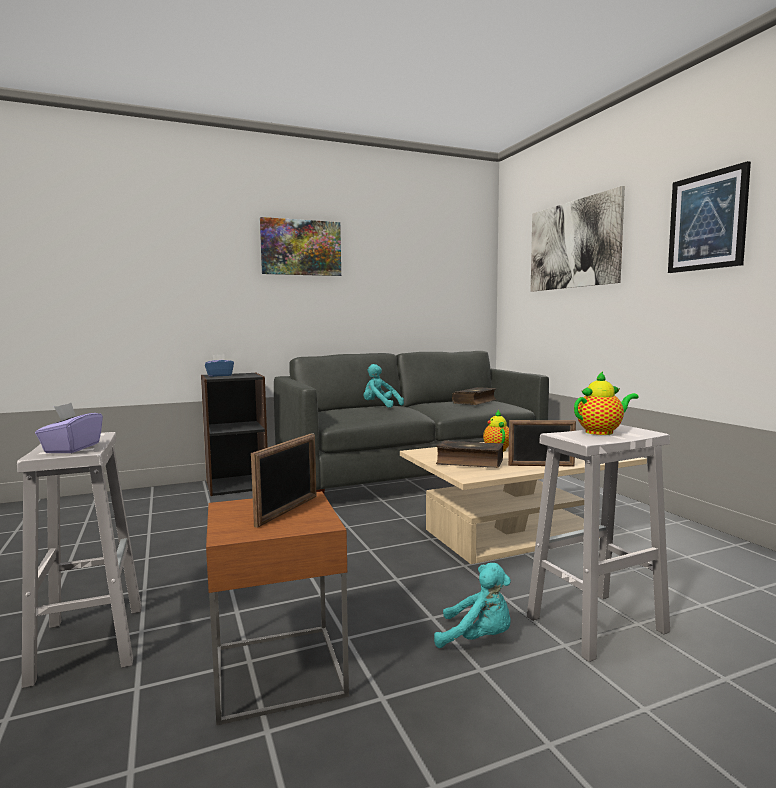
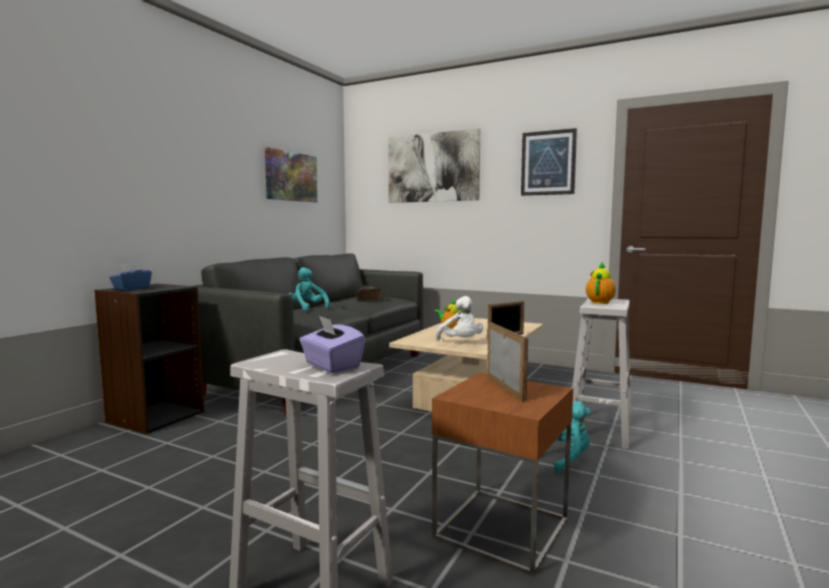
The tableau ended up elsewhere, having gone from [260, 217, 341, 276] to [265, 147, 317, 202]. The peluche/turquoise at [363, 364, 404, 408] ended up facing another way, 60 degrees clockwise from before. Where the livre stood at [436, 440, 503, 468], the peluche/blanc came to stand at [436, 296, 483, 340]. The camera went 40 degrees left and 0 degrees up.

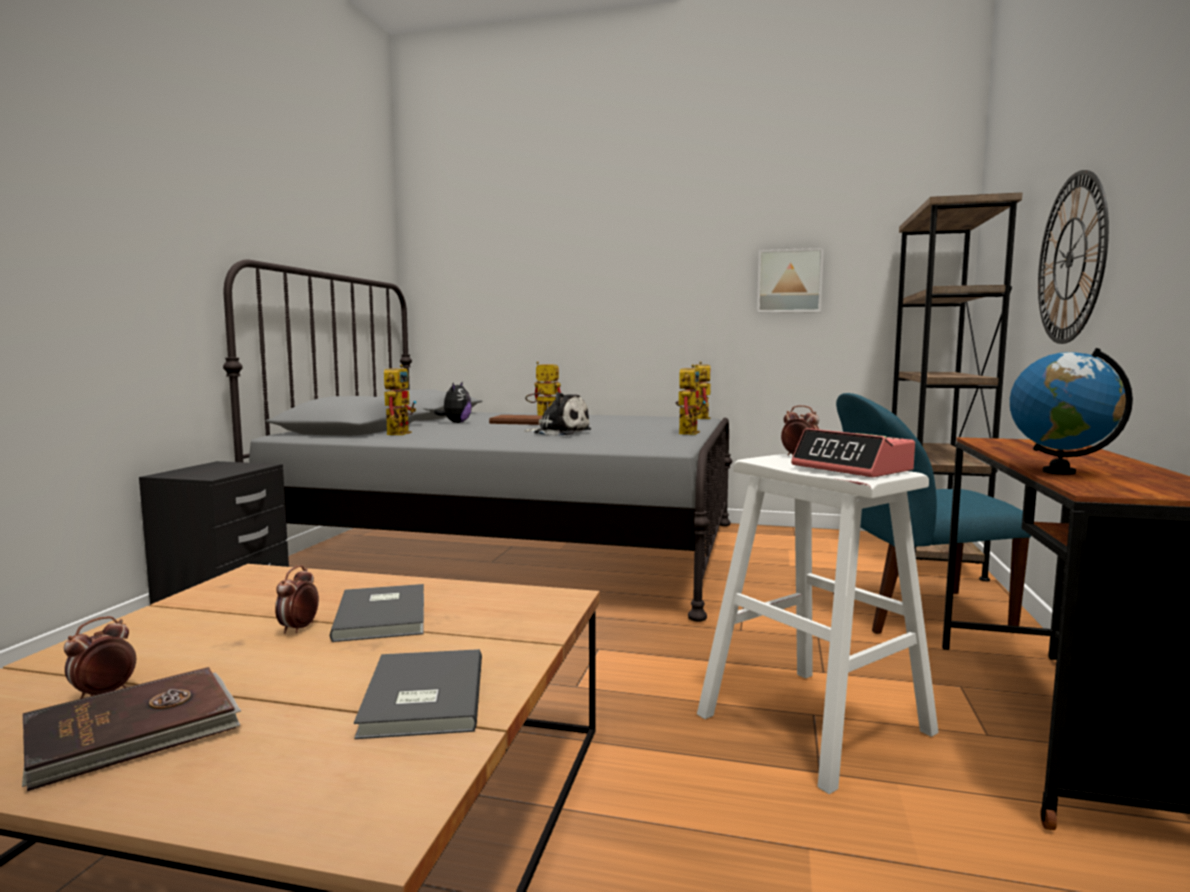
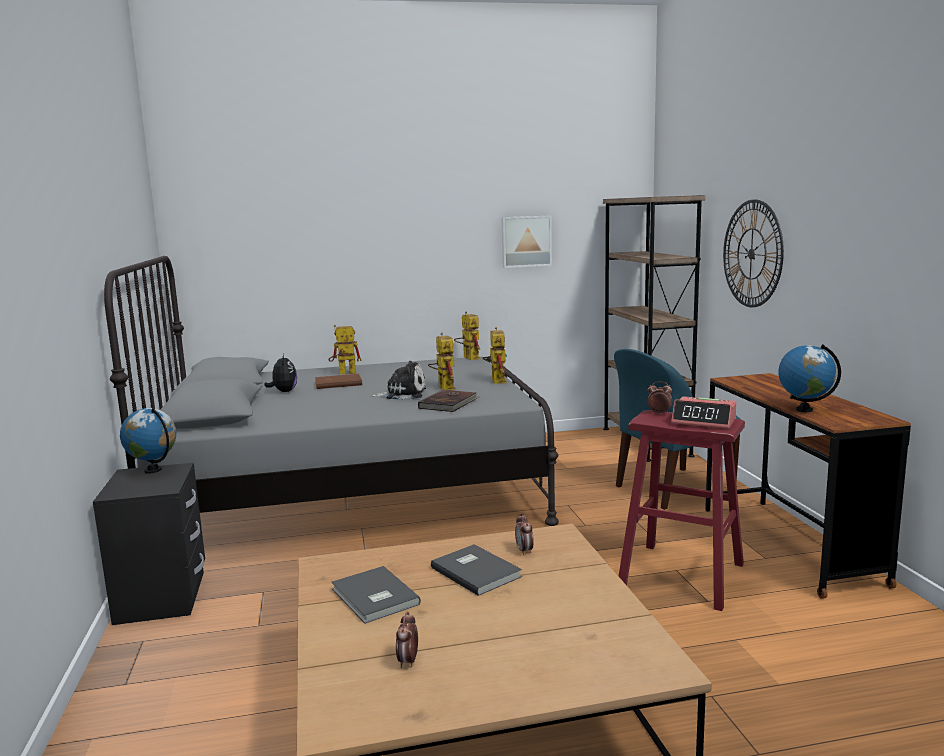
The second view gained the globe at [120, 408, 176, 474]. The livre/gris ended up elsewhere, having gone from [354, 649, 482, 739] to [332, 566, 421, 624]. The livre/marron ended up elsewhere, having gone from [22, 667, 241, 791] to [418, 390, 479, 412]. The robot jouet ended up elsewhere, having gone from [384, 364, 416, 435] to [428, 333, 456, 390]. The réveil ended up elsewhere, having gone from [275, 565, 319, 634] to [515, 513, 533, 555]. What was the tabouret/blanc at [697, 454, 939, 794] turned into the tabouret/rouge at [619, 410, 745, 611]. The camera went 25 degrees left and 5 degrees up.

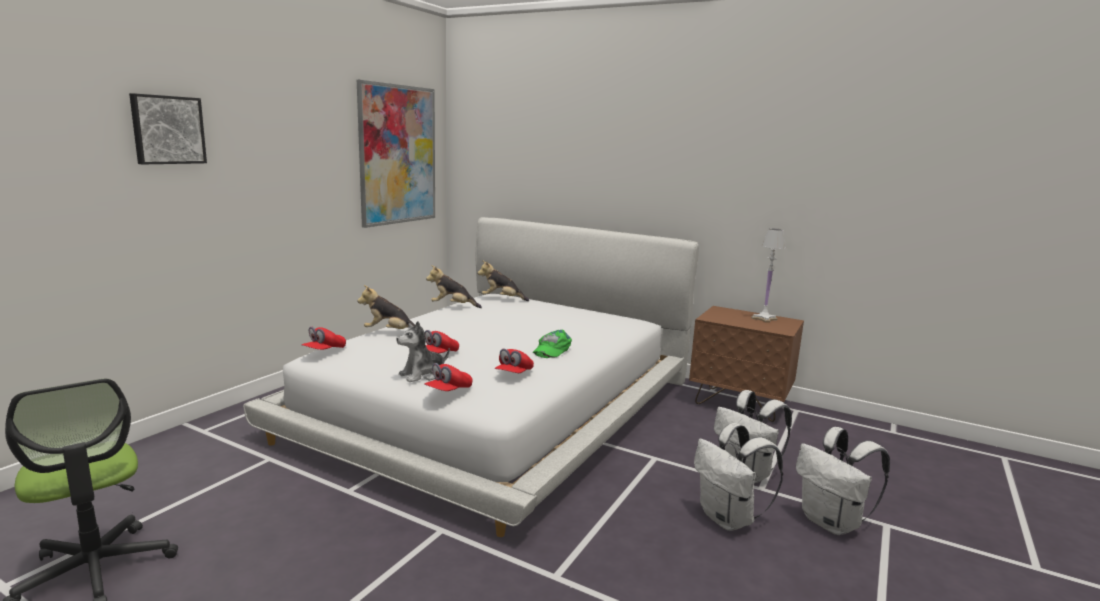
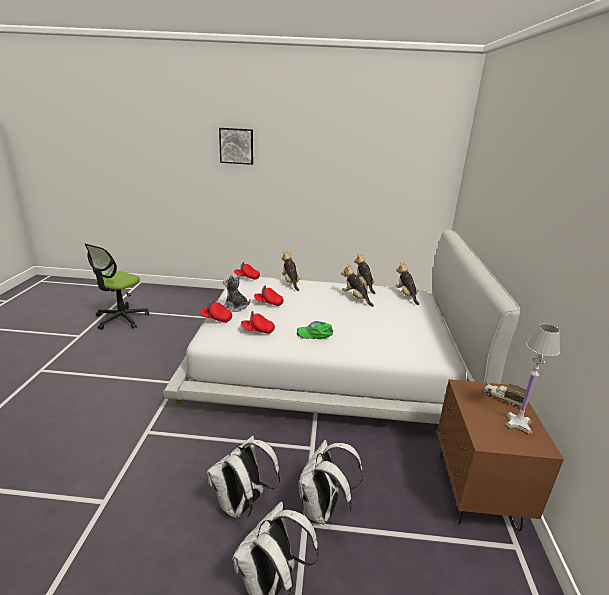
The second view gained the peluche at [341, 264, 374, 307]. The second view gained the camion jouet at [484, 383, 526, 407]. The second view lost the tableau at [357, 80, 435, 228]. The camera went 65 degrees right and 10 degrees up.

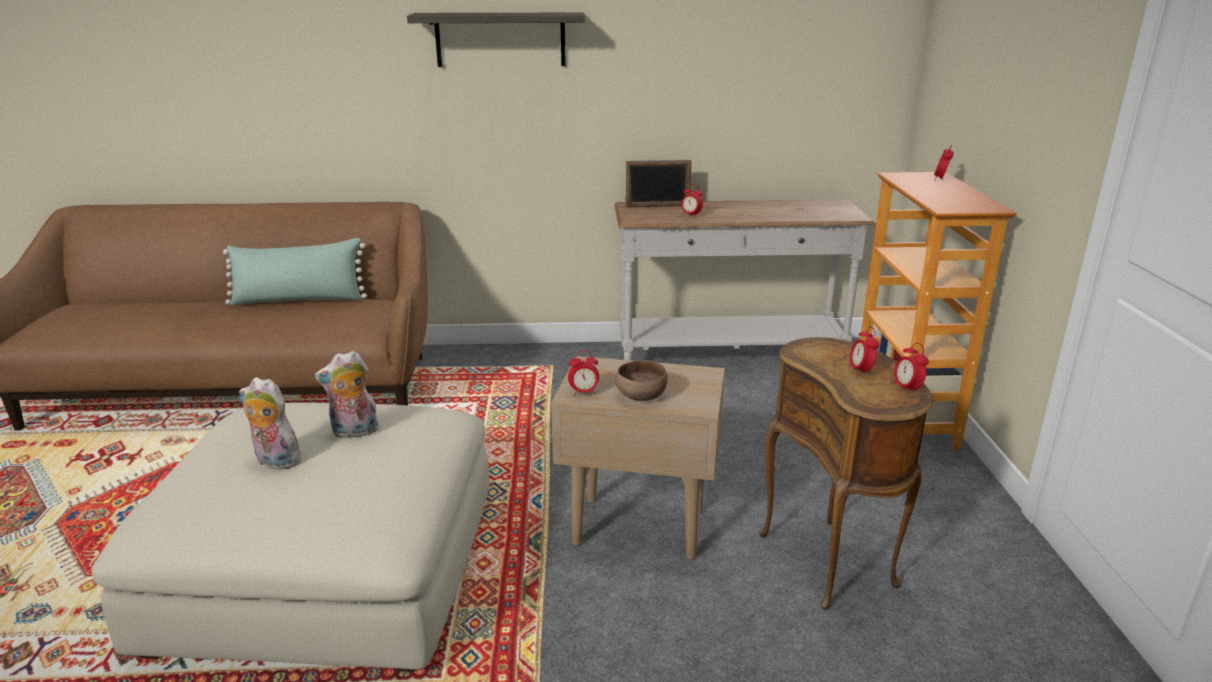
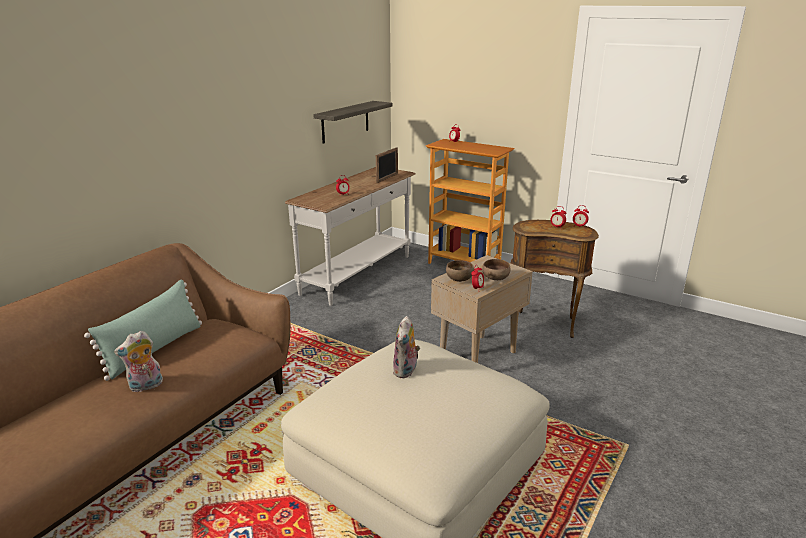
The peluche ended up elsewhere, having gone from [239, 377, 305, 470] to [114, 331, 163, 392]. The étagère ended up elsewhere, having gone from [407, 13, 585, 67] to [313, 101, 392, 144]. The cadre photo ended up elsewhere, having gone from [626, 160, 692, 207] to [376, 147, 398, 183]. The second view gained the bol/marron at [446, 260, 474, 282]. The camera went 55 degrees left and 0 degrees up.

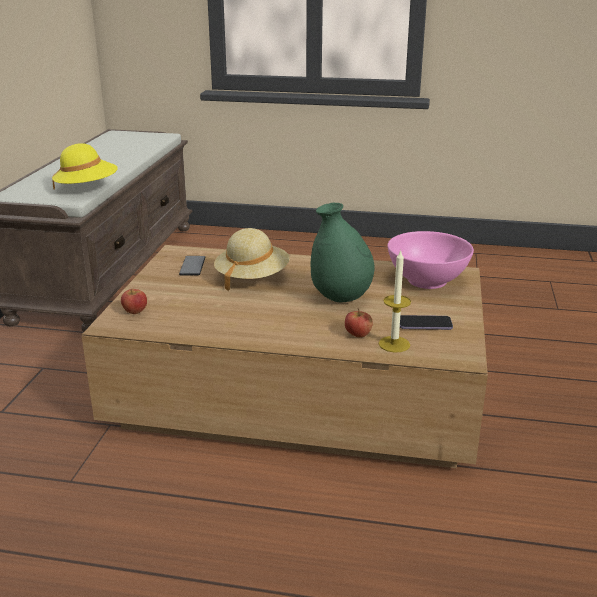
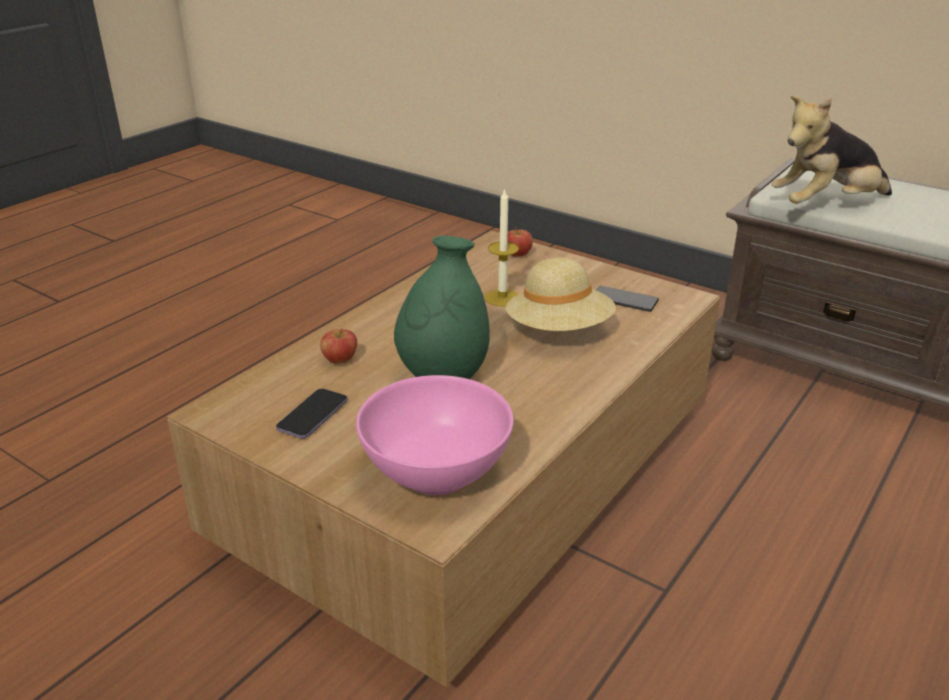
The bougie ended up elsewhere, having gone from [379, 250, 411, 353] to [485, 188, 519, 307]. Where the chapeau/jaune stood at [52, 143, 118, 189], the peluche came to stand at [771, 95, 892, 204]. The camera went 115 degrees right and 5 degrees up.

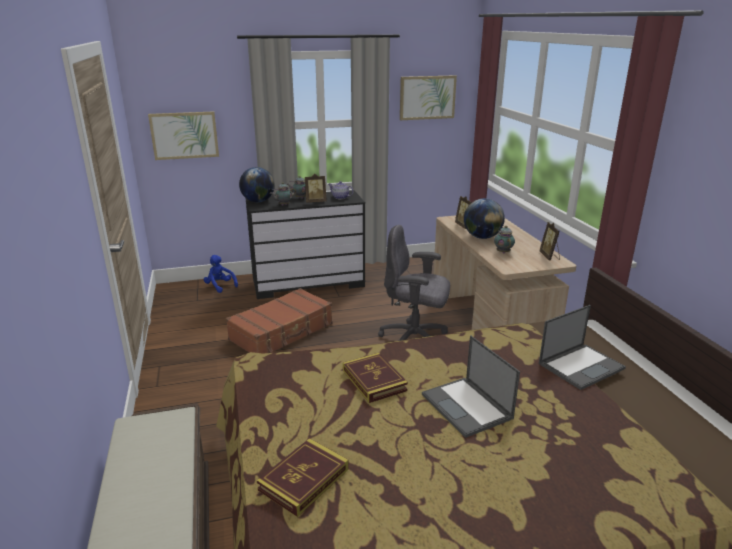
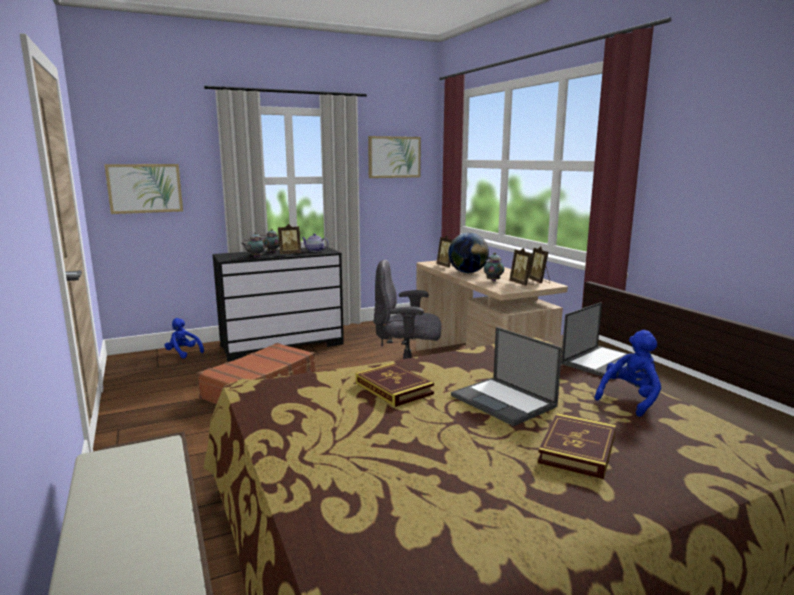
The second view gained the cadre photo at [510, 248, 534, 286]. The livre ended up elsewhere, having gone from [257, 438, 349, 517] to [538, 413, 616, 479]. The second view gained the peluche/bleu at [595, 330, 661, 417]. The second view lost the globe at [239, 167, 275, 202]. The camera went 10 degrees left and 10 degrees down.

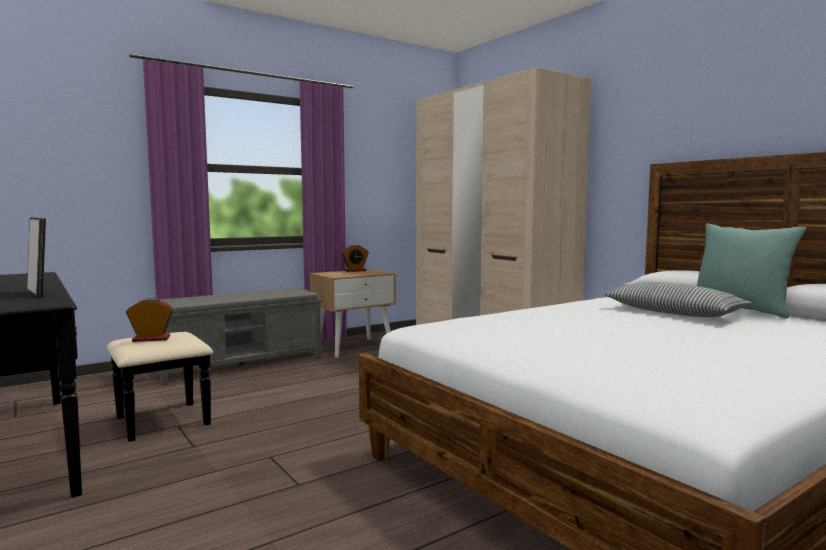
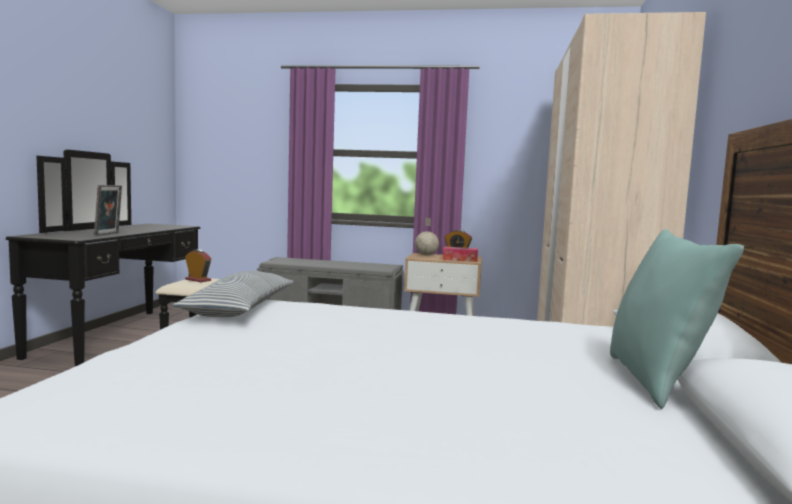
The coussin ended up elsewhere, having gone from [604, 282, 752, 317] to [172, 271, 294, 317]. The second view gained the globe at [415, 218, 439, 255]. The second view gained the boîte à mouchoirs at [443, 247, 478, 262]. The camera went 45 degrees right and 0 degrees up.

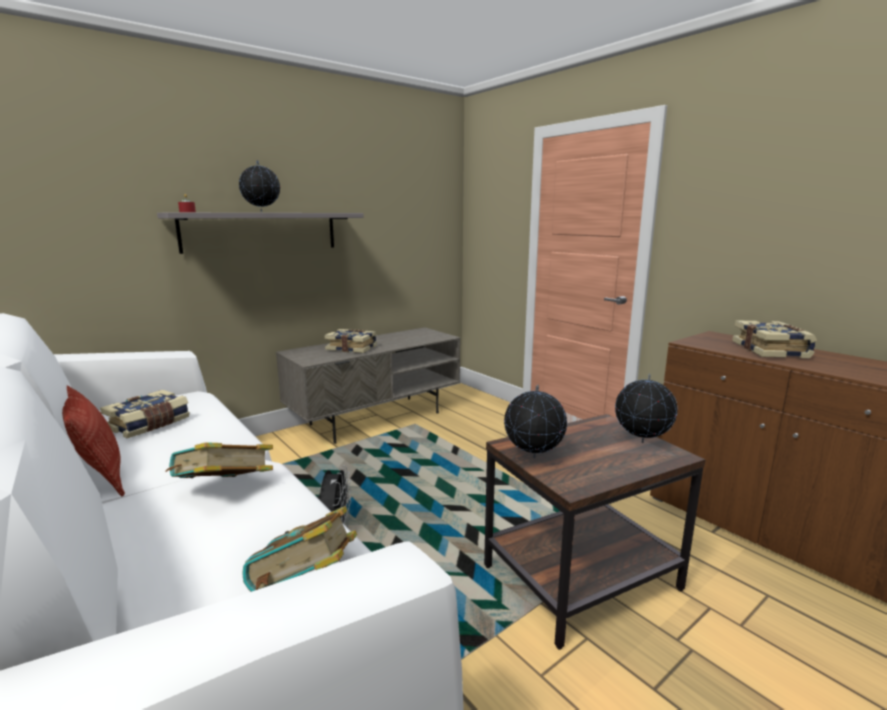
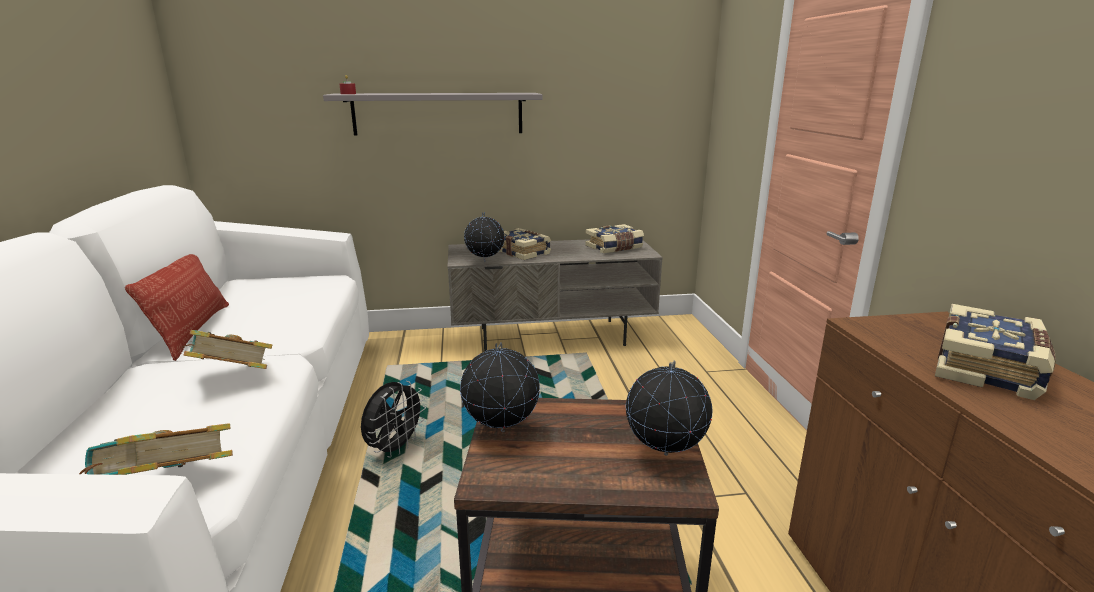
The globe ended up elsewhere, having gone from [239, 160, 280, 212] to [464, 212, 505, 262]. The livre ended up elsewhere, having gone from [100, 390, 190, 438] to [585, 224, 644, 253]. The camera went 30 degrees right and 5 degrees up.

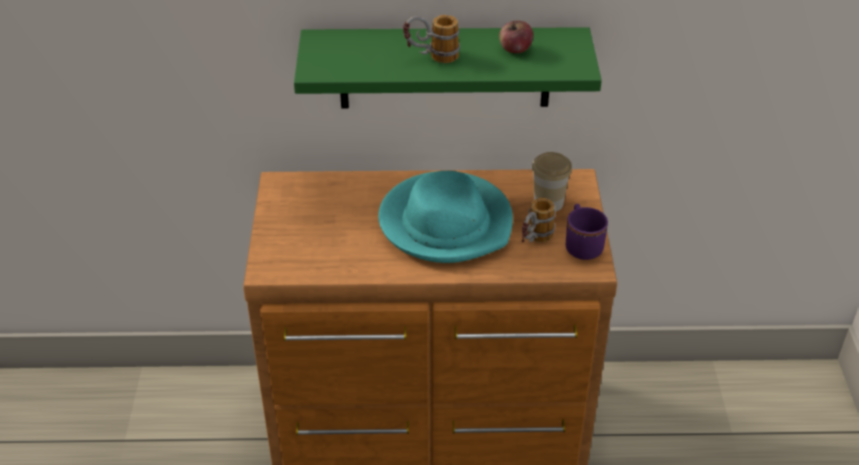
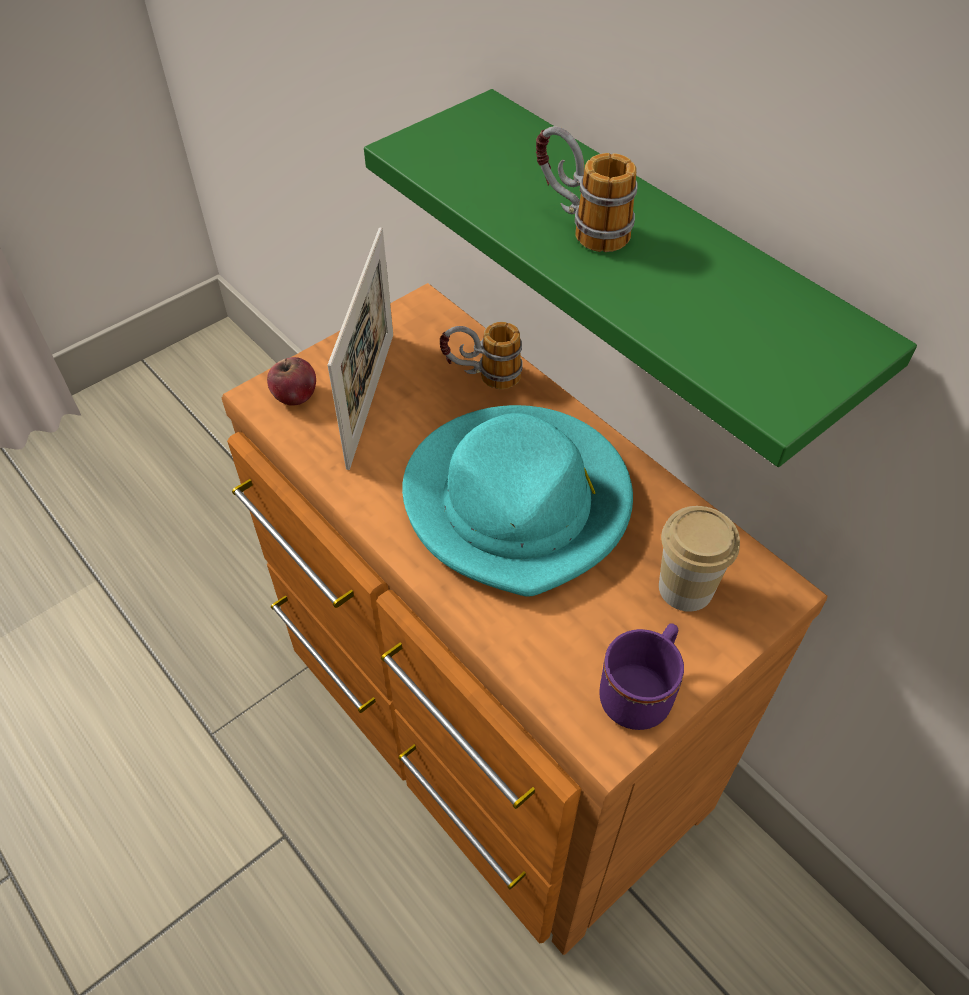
The pomme ended up elsewhere, having gone from [499, 21, 533, 53] to [267, 357, 316, 406]. The second view gained the cadre photo at [328, 227, 393, 470]. The mug ended up elsewhere, having gone from [522, 198, 556, 243] to [440, 322, 523, 389]. The camera went 50 degrees right and 10 degrees up.

